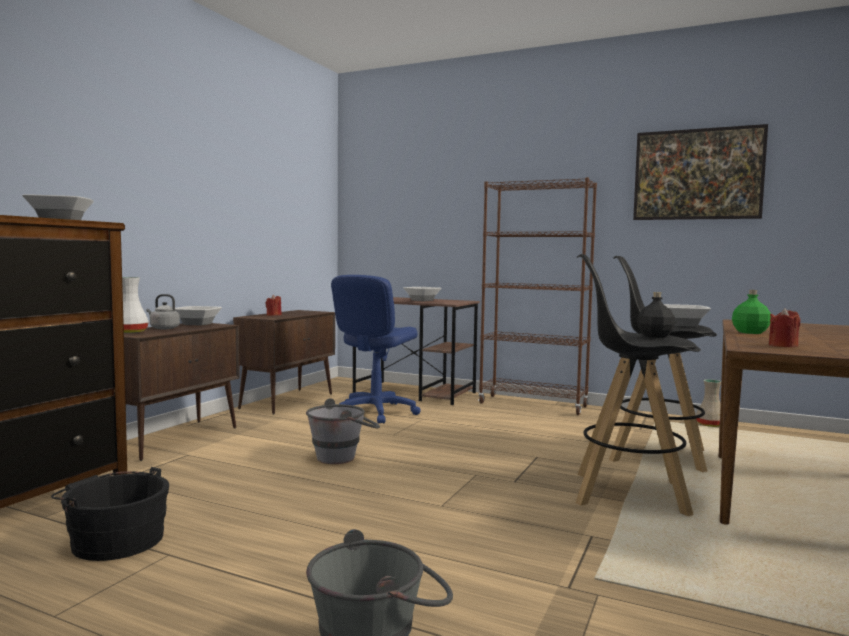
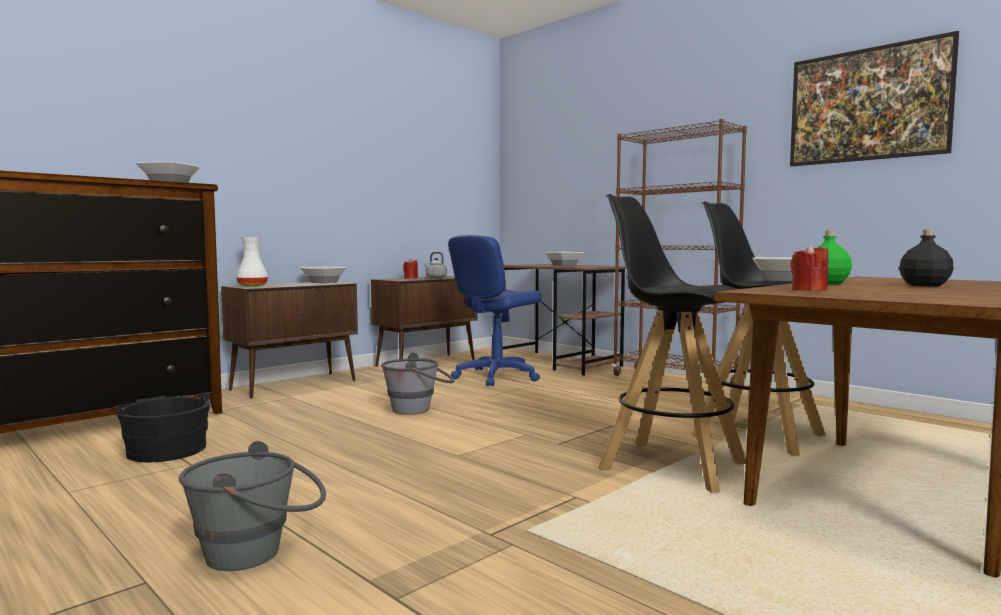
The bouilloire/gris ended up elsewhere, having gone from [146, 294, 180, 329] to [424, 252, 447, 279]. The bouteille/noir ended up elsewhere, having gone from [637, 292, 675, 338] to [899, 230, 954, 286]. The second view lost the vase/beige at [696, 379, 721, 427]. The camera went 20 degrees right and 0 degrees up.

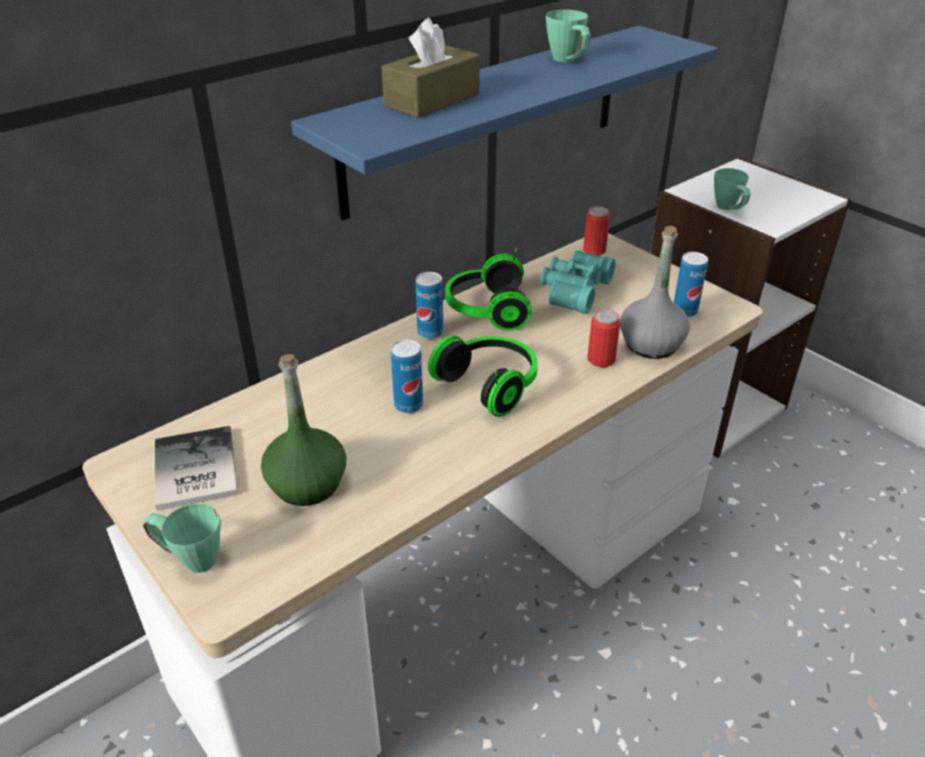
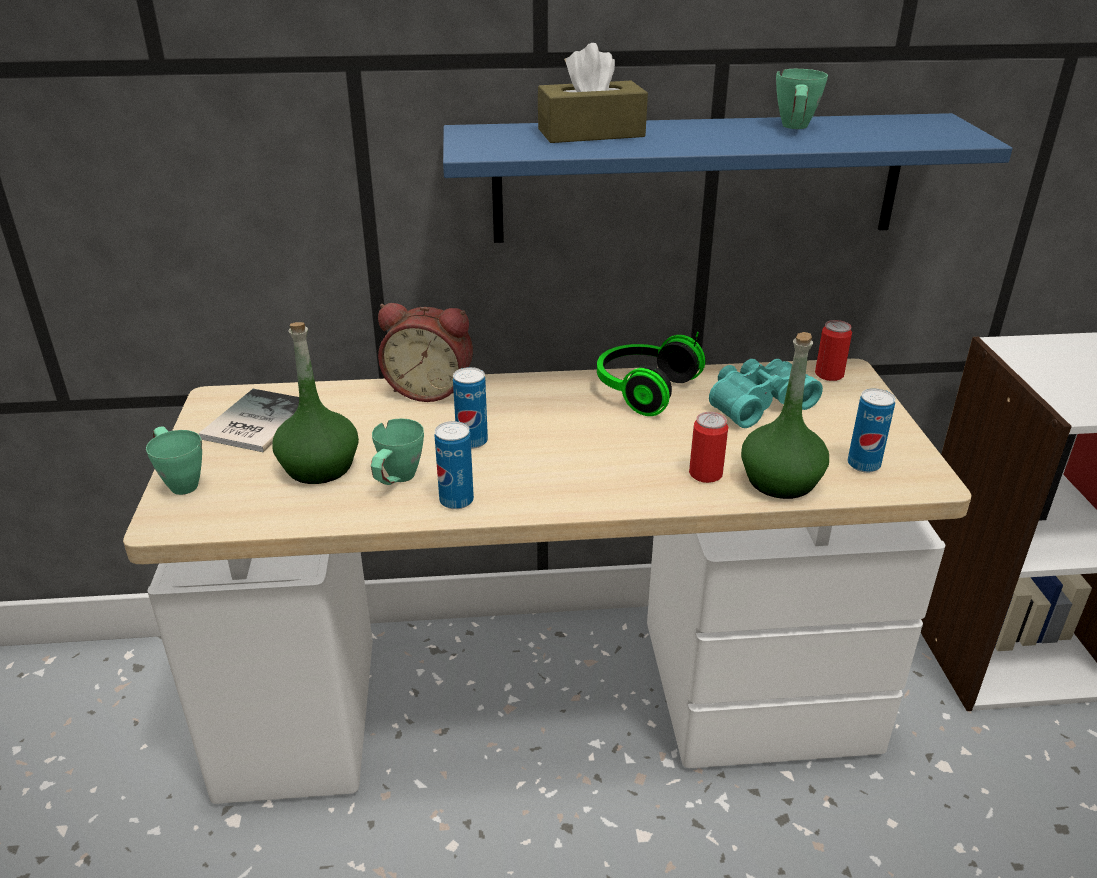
The mug/vert ended up elsewhere, having gone from [714, 168, 751, 210] to [371, 418, 424, 485]. The second view gained the réveil at [378, 303, 473, 402]. The boîte métallique ended up elsewhere, having gone from [415, 272, 443, 339] to [434, 421, 474, 509]. What was the bouteille/gris at [620, 226, 690, 359] turned into the bouteille/vert at [741, 332, 829, 499]. The second view lost the casque audio at [428, 335, 538, 417]. The camera went 35 degrees right and 5 degrees down.

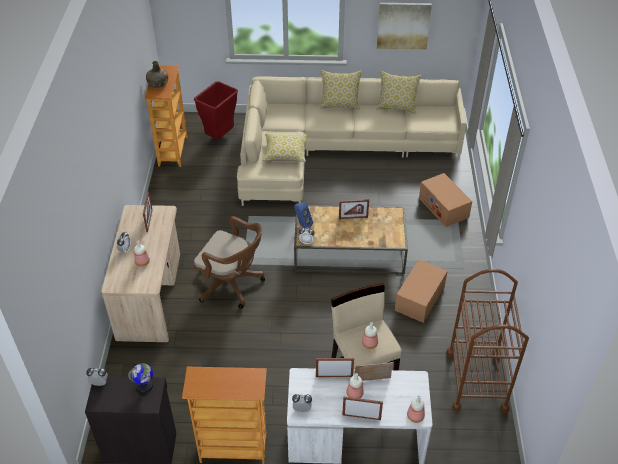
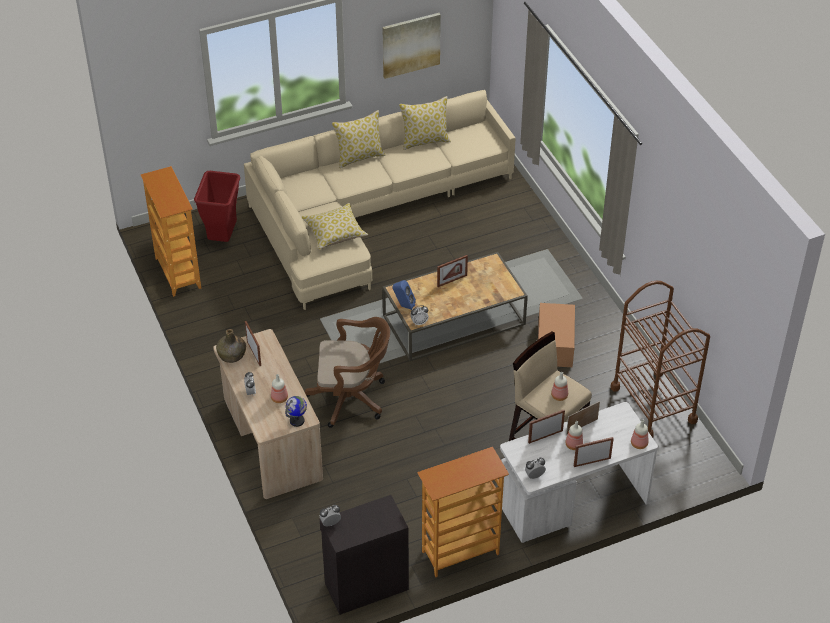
The bouteille/vert ended up elsewhere, having gone from [146, 61, 168, 88] to [216, 329, 246, 363]. The globe ended up elsewhere, having gone from [128, 363, 153, 393] to [285, 396, 307, 427]. The second view lost the carton at [419, 173, 472, 227]. The camera went 25 degrees left and 0 degrees up.

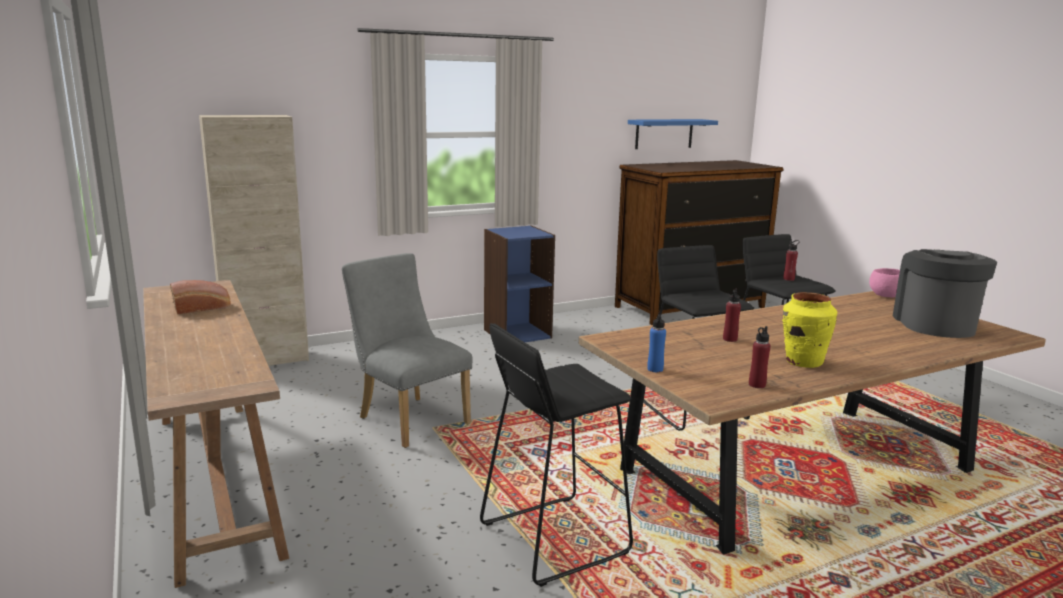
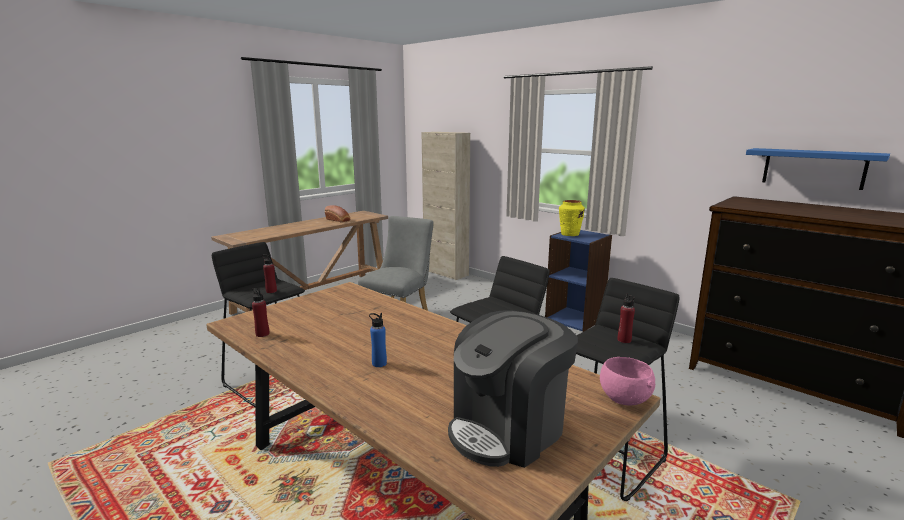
The bouteille/rouge ended up elsewhere, having gone from [723, 288, 741, 342] to [262, 254, 277, 293]. The bouteille/bleu ended up elsewhere, having gone from [647, 312, 666, 372] to [369, 313, 387, 367]. The machine à café at [893, 249, 997, 338] ended up facing another way, 150 degrees clockwise from before. The vase/jaune ended up elsewhere, having gone from [782, 292, 837, 368] to [559, 200, 585, 236]. The camera went 70 degrees right and 0 degrees up.

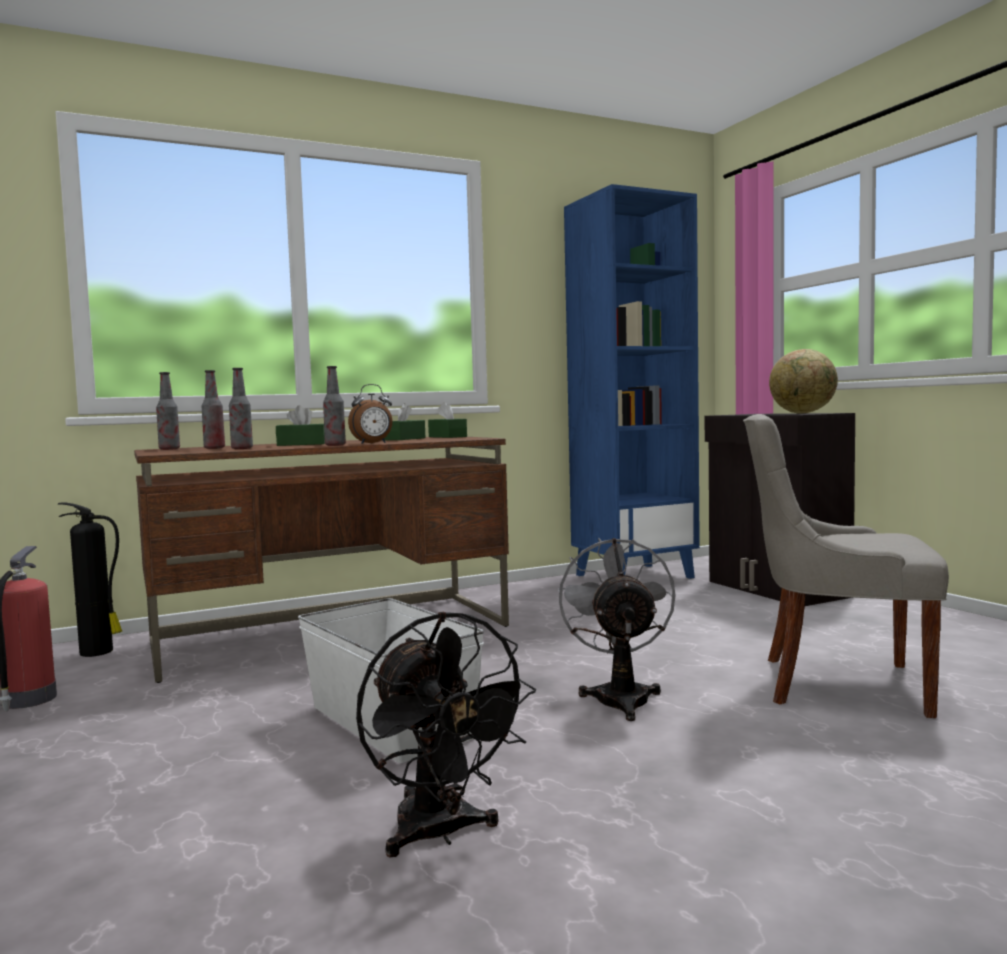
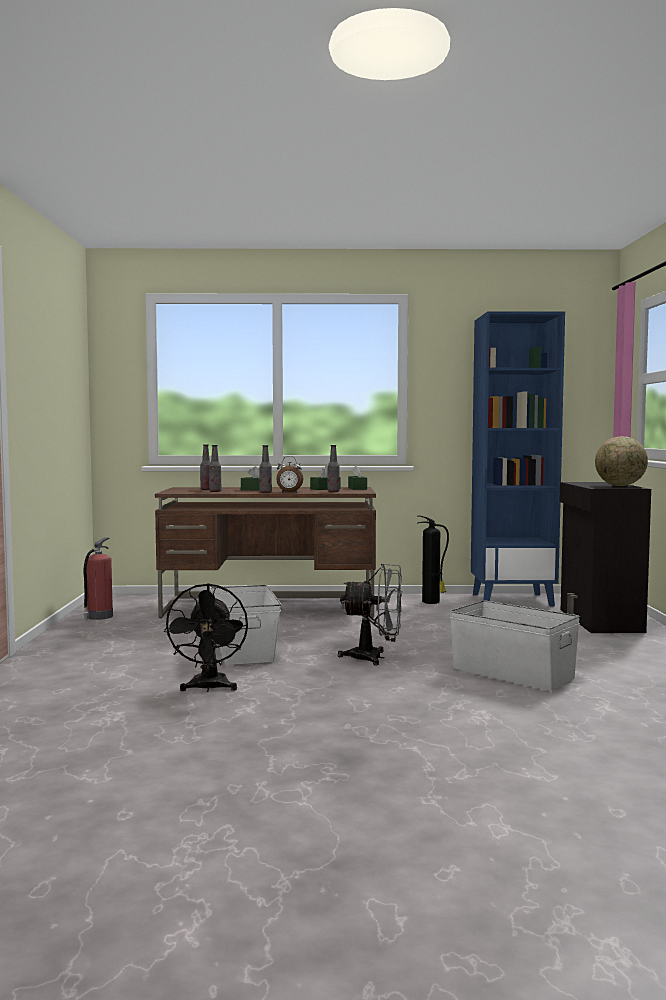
The bouteille ended up elsewhere, having gone from [156, 372, 180, 450] to [327, 445, 340, 492]. The ventilateur/gris at [558, 538, 676, 721] ended up facing another way, 75 degrees clockwise from before. The extincteur ended up elsewhere, having gone from [58, 502, 123, 657] to [417, 515, 449, 604]. Where the chaise/gris stood at [743, 414, 949, 718], the boîte de rangement/blanc came to stand at [450, 600, 580, 691]. The camera went 25 degrees right and 0 degrees up.

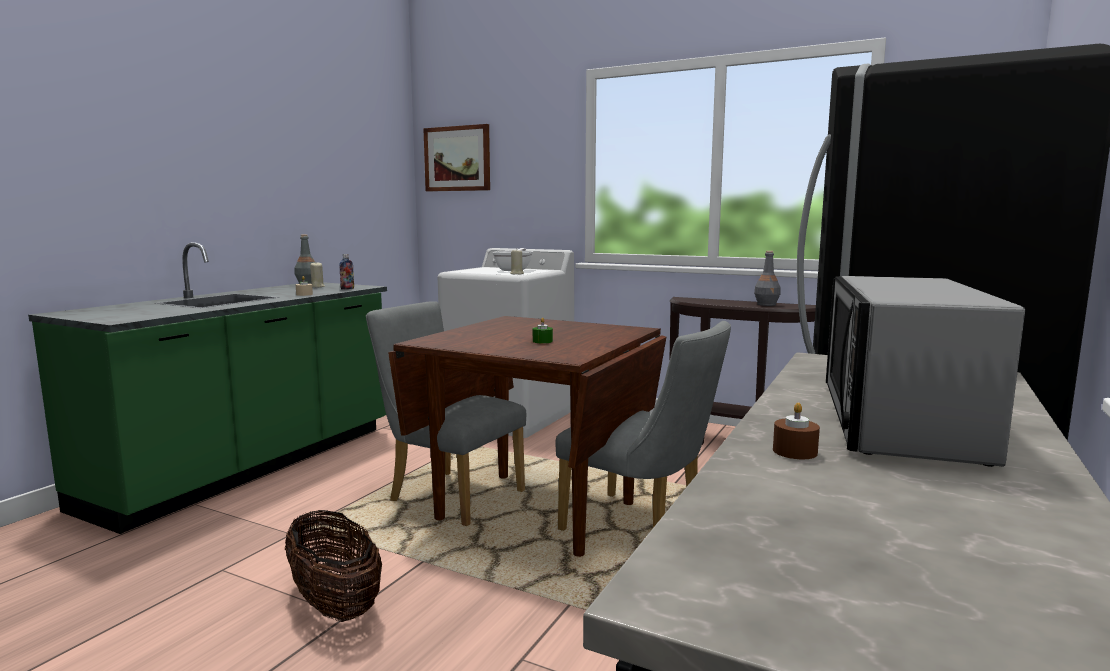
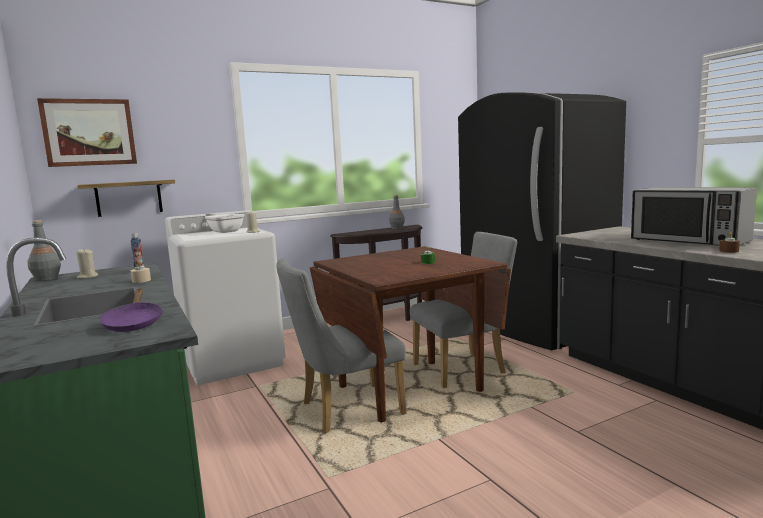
The second view gained the étagère at [78, 180, 175, 217]. The second view gained the poêle/violet at [99, 289, 163, 332]. The second view lost the panier at [285, 510, 382, 622]. The camera went 55 degrees left and 0 degrees up.

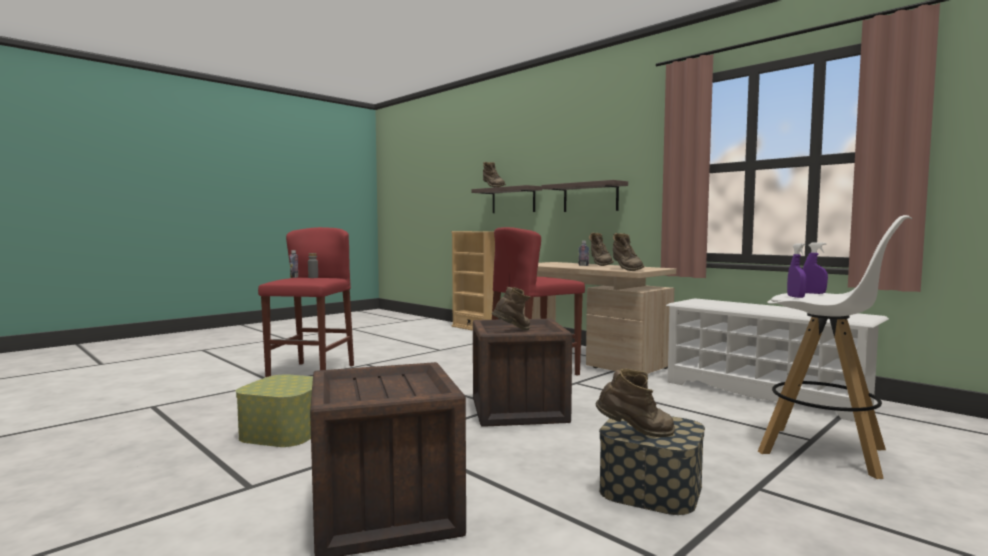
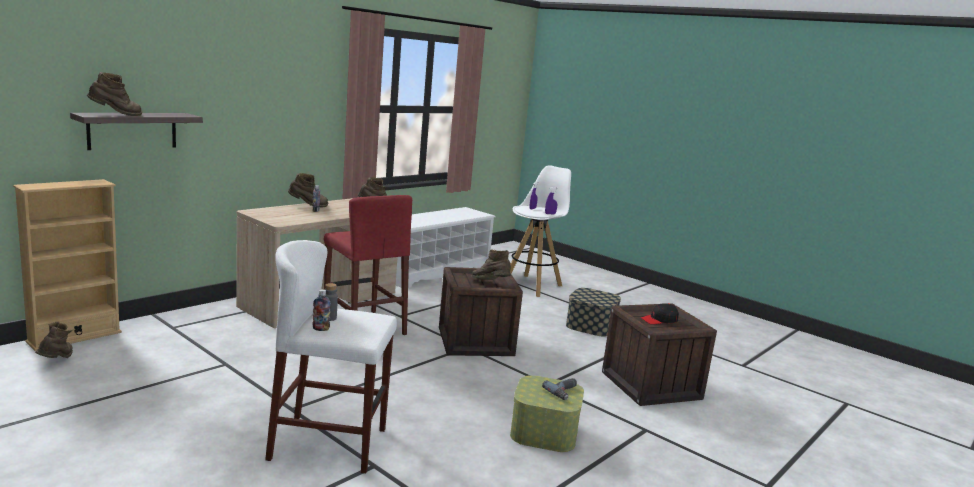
The botte/marron ended up elsewhere, having gone from [596, 369, 675, 437] to [35, 322, 75, 358]. What was the tabouret/rouge at [258, 227, 354, 377] turned into the tabouret/blanc at [265, 240, 397, 473]. The second view gained the perceuse at [542, 378, 577, 400]. The second view gained the casquette/noir at [641, 303, 679, 325]. The second view lost the étagère at [541, 180, 628, 212]. The camera went 95 degrees left and 10 degrees up.

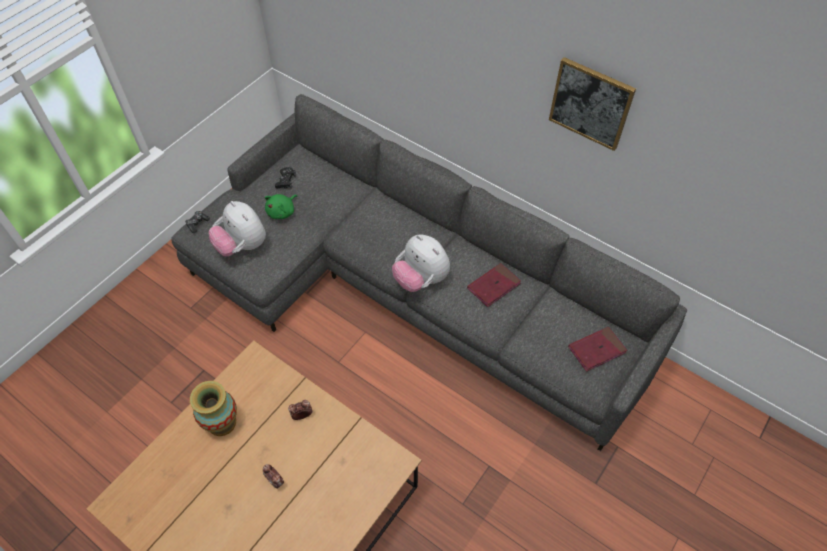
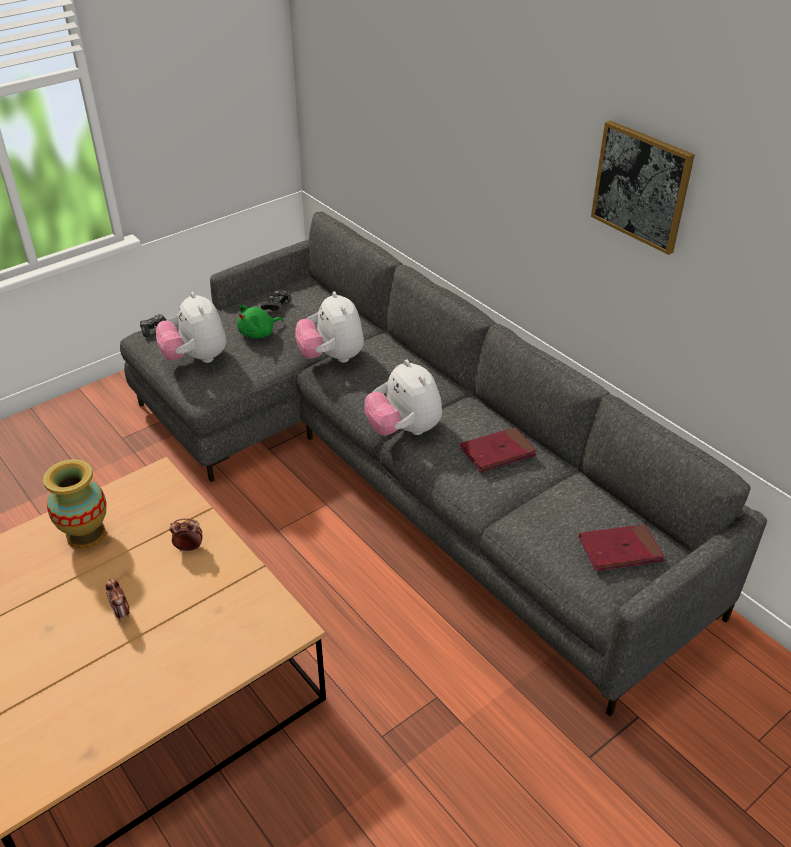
The second view gained the peluche at [295, 291, 364, 363]. The camera went 15 degrees right and 15 degrees down.

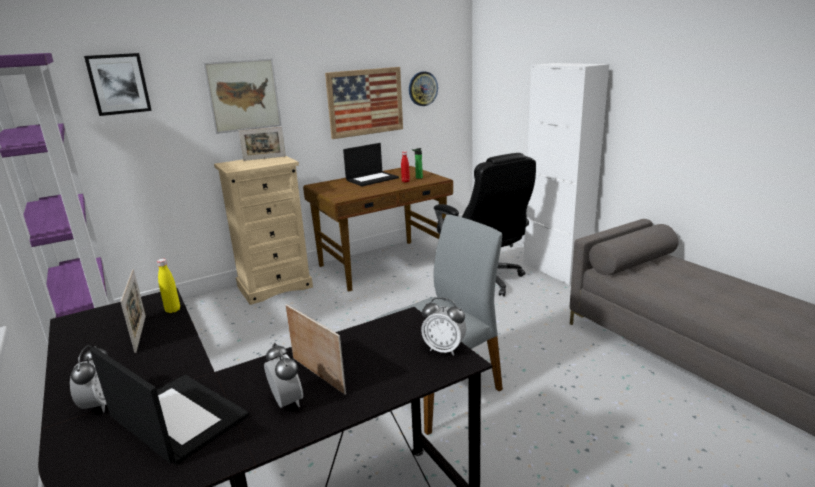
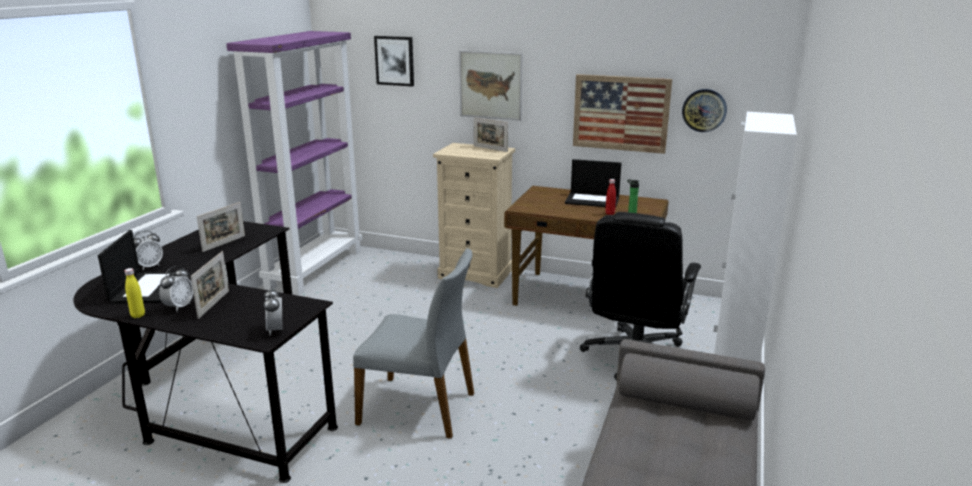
The bouteille/jaune ended up elsewhere, having gone from [157, 259, 180, 313] to [124, 268, 145, 318]. The camera went 50 degrees right and 0 degrees up.

